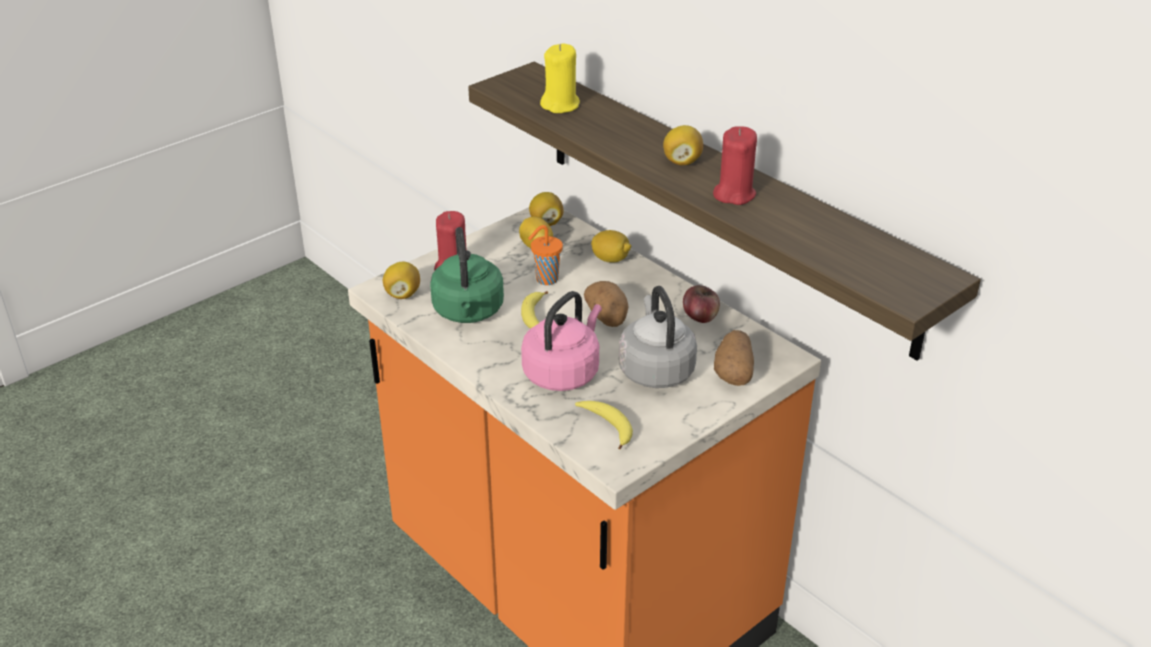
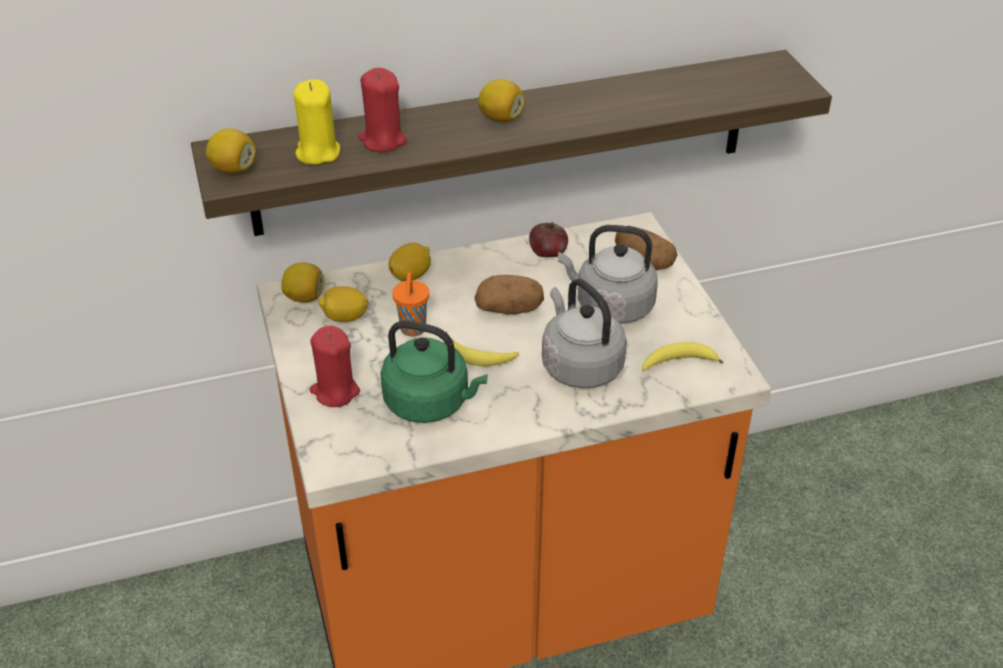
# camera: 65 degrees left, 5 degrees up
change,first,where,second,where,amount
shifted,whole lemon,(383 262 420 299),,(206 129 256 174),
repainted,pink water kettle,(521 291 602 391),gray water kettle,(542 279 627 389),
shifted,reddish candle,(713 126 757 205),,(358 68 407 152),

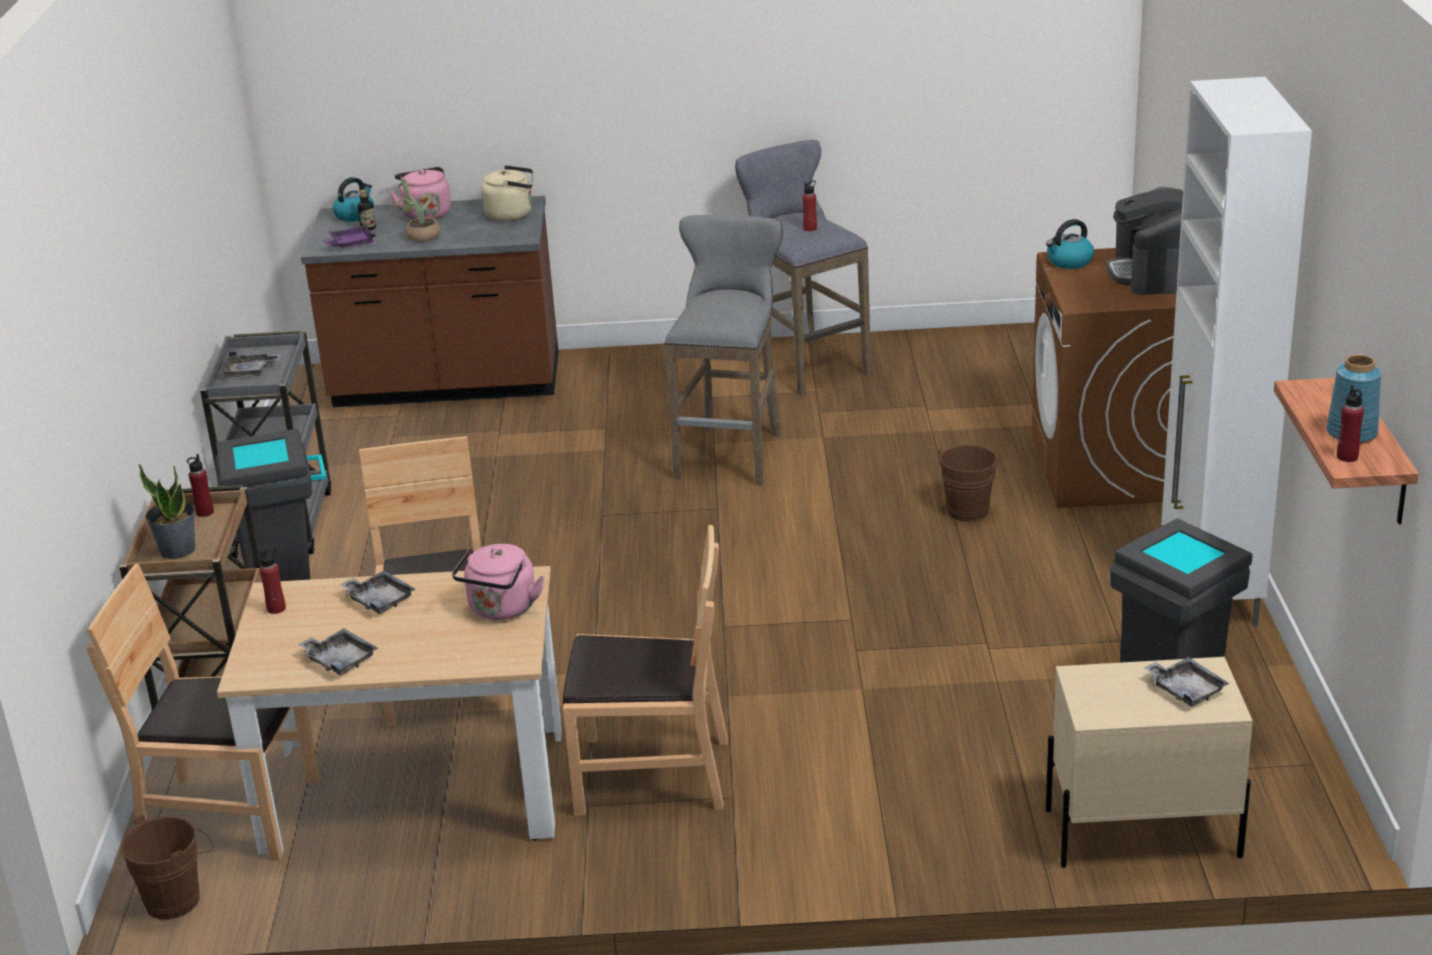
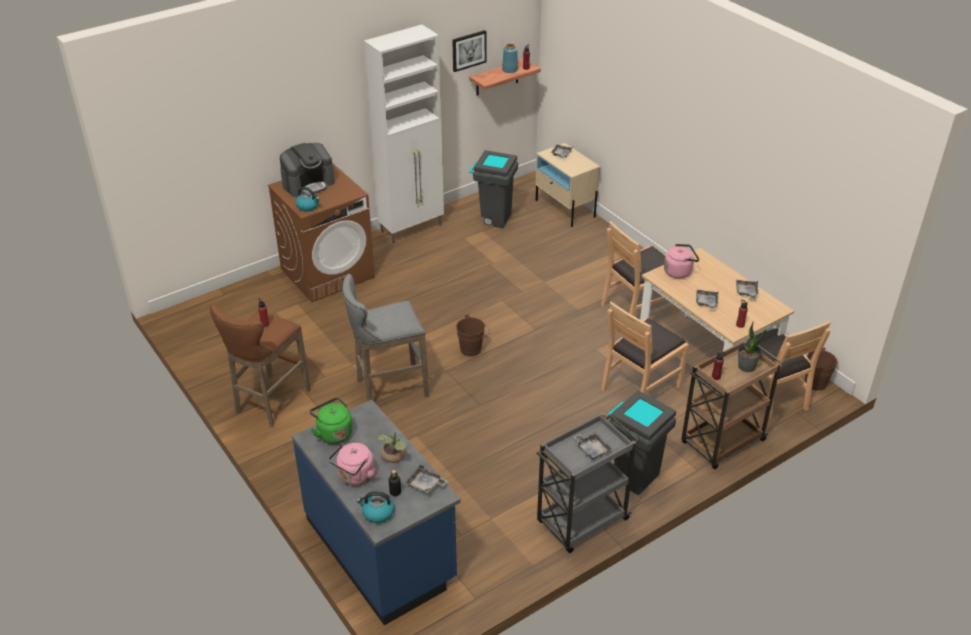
# camera: 125 degrees left, 10 degrees up
change,first,where,second,where,amount
repainted,brown-coloured counter,(301 196 558 407),blue-coloured counter,(292 399 461 625),
repainted,purplish serving tray,(324 225 376 248),gray serving tray,(405 465 448 494),
repainted,sand-coloured water kettle,(482 165 533 221),green water kettle,(309 397 353 444),
rotated,brown-coloured chair,(563 525 728 816),,(601 221 677 316),90 degrees counterclockwise
repainted,gray sitting stool,(735 140 871 396),brown-coloured sitting stool,(210 305 311 427),
shifted,brown-coloured pail,(936 444 1000 522),,(456 314 490 357),
new,,,picture,(452 30 487 72),

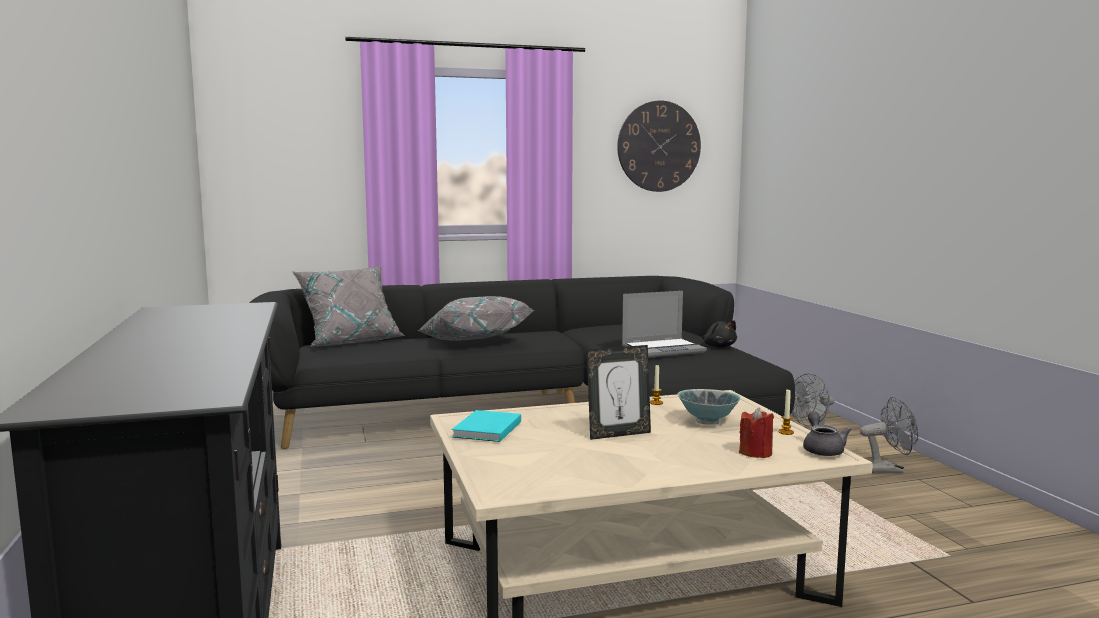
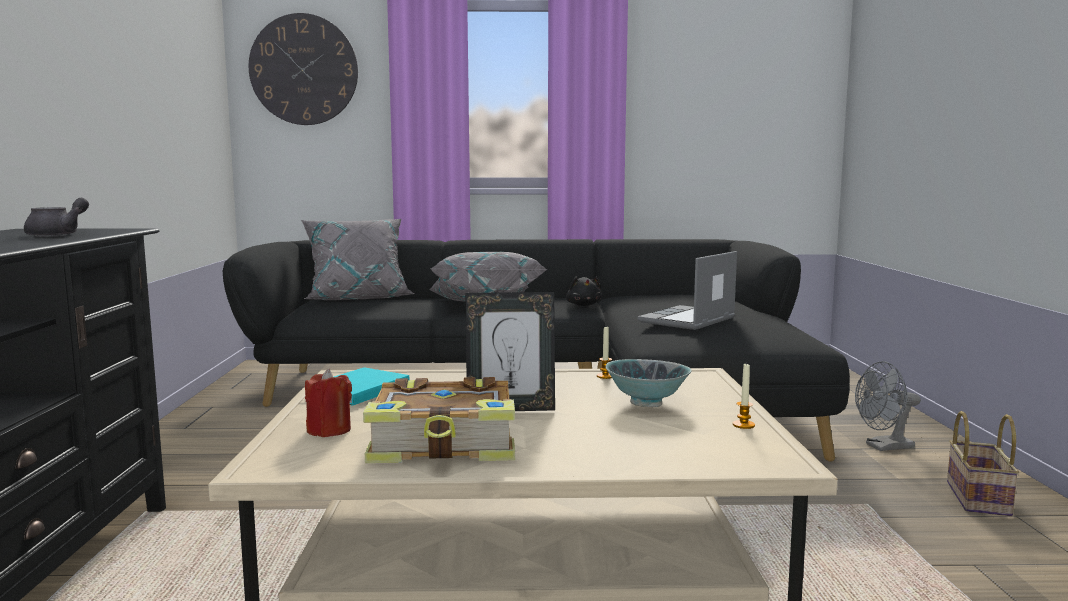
# camera: 15 degrees right, 0 degrees up
change,first,where,second,where,amount
shifted,clock on the wall,(617 101 701 192),,(249 13 358 125),
rotated,laptop,(622 291 707 358),,(638 251 737 330),135 degrees clockwise
shifted,blackish soft toy,(702 320 737 348),,(566 277 601 306),
shifted,reddish candle,(739 407 774 458),,(305 369 352 437),
shifted,gray teapot,(803 411 851 456),,(24 198 89 237),
swapped,gray cooling fan,(860 397 918 473),household basket,(947 411 1019 516),
new,,,volume,(363 377 515 463),

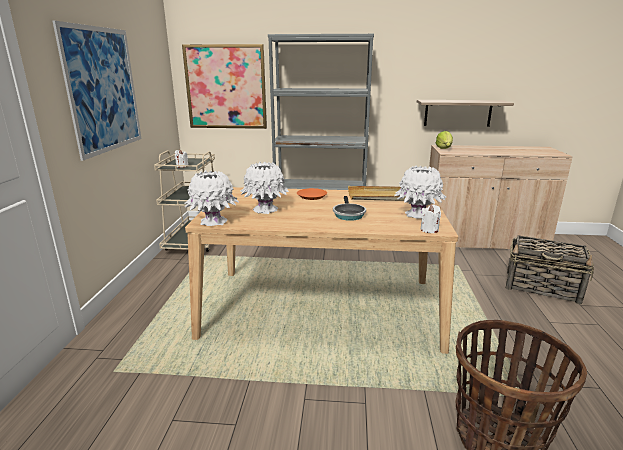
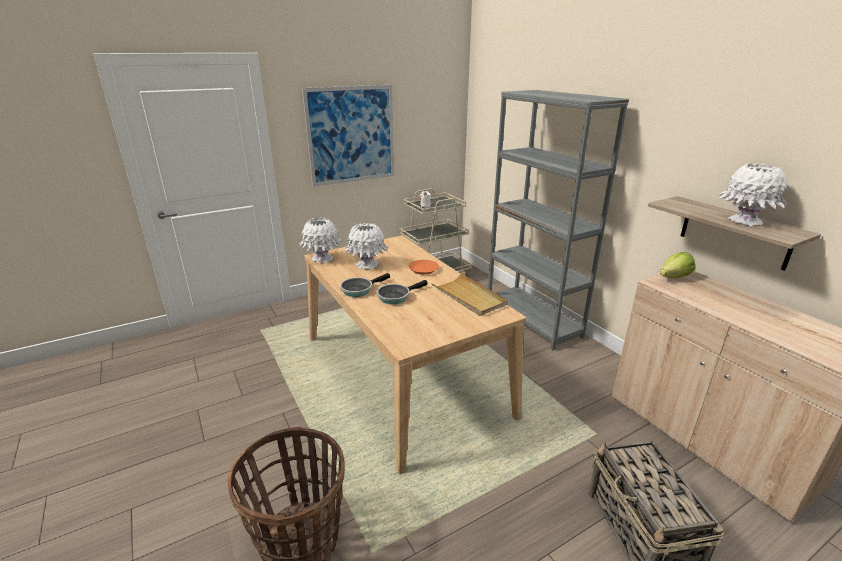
# camera: 55 degrees right, 5 degrees up
change,first,where,second,where,amount
gone,picture,(182 44 267 129),,,
shifted,white-coloured decorative vase,(394 165 446 219),,(718 163 787 226),
gone,white-coloured candle,(420 205 441 233),,,
new,,,pan,(340 273 390 297),

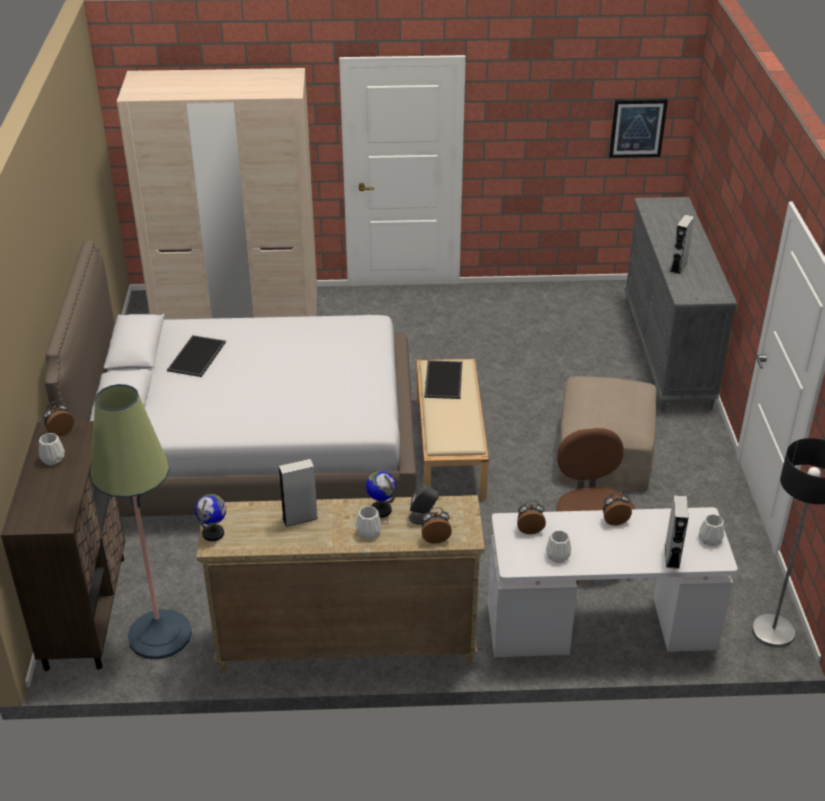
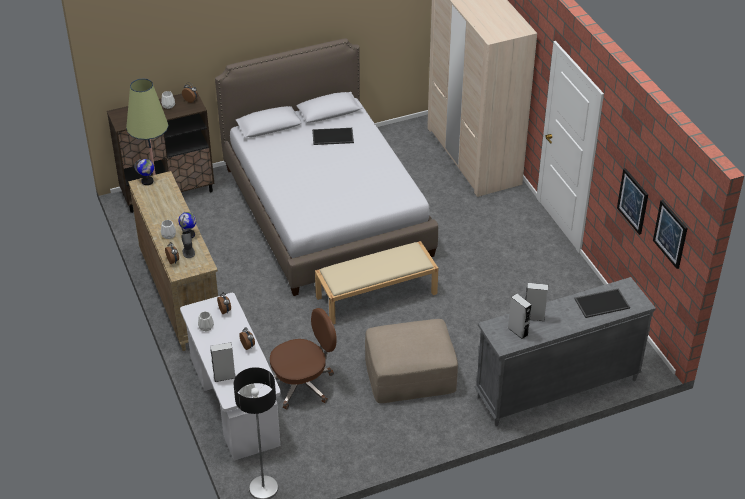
# camera: 70 degrees right, 5 degrees up
change,first,where,second,where,amount
shifted,gray loudspeaker,(279 459 318 527),,(508 294 532 340),
shifted,serving tray,(424 360 462 399),,(574 288 630 318),
new,,,picture,(617 168 648 235),

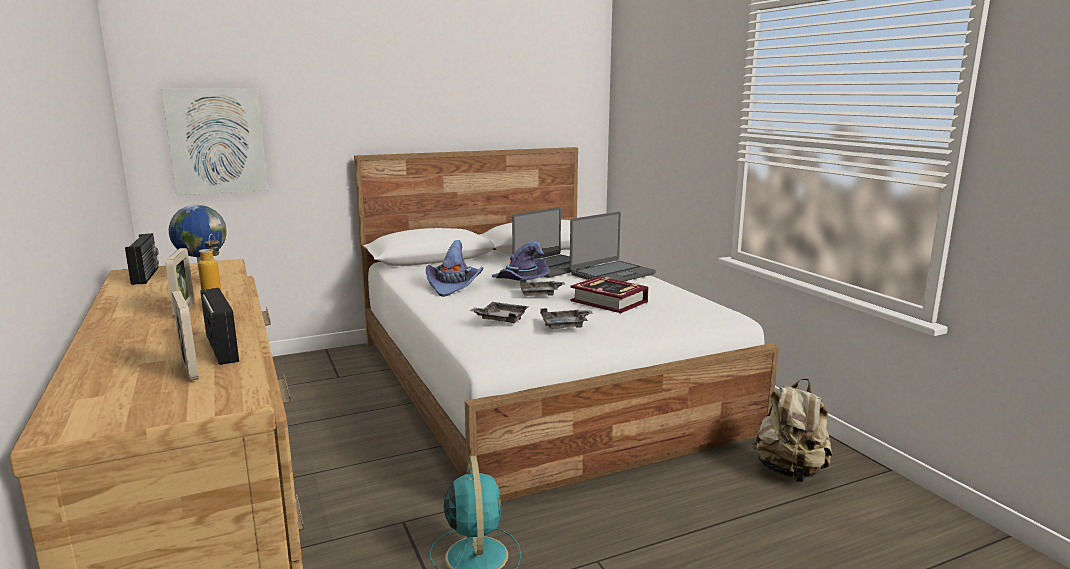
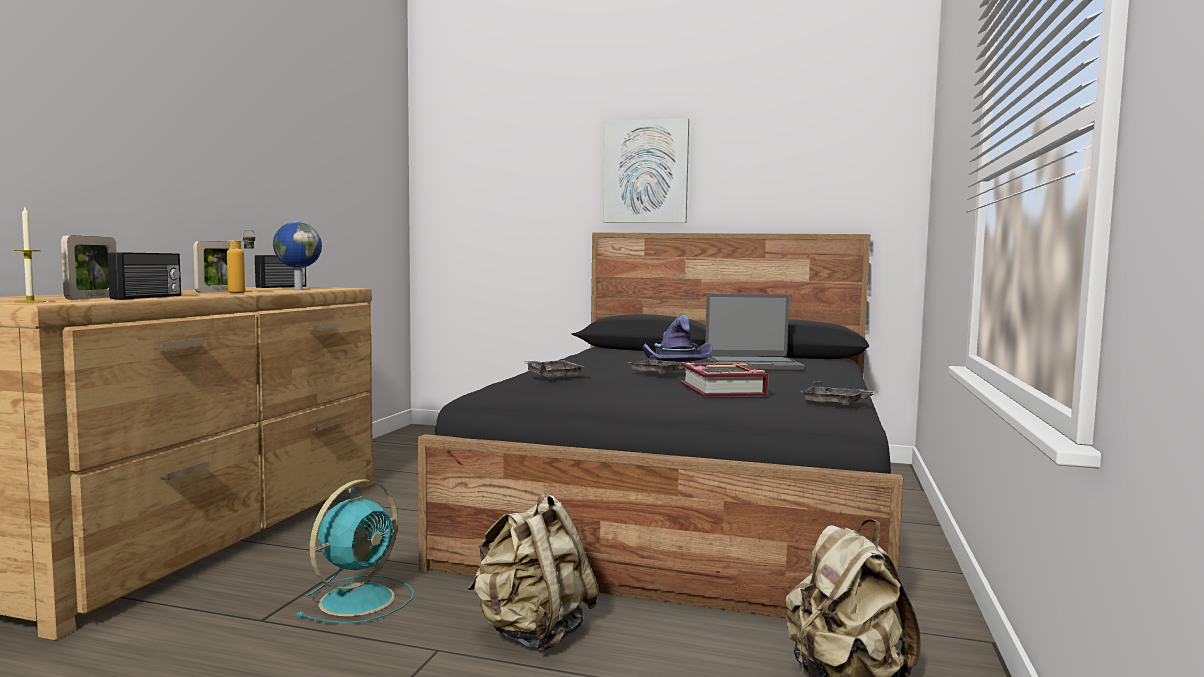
# camera: 40 degrees right, 10 degrees down
change,first,where,second,where,amount
shifted,picture,(161 89 268 195),,(603 118 689 223),
repainted,white-coloured bedroom bed,(354 147 779 502),blackish bedroom bed,(418 232 903 618),
gone,purplish clothing hat,(426 240 484 297),,,
shifted,gray serving tray,(540 308 593 329),,(800 381 878 405),
gone,laptop,(570 212 656 282),,,
new,,,candle,(14 207 46 303),
new,,,sand-coloured backpack,(468 493 599 652),

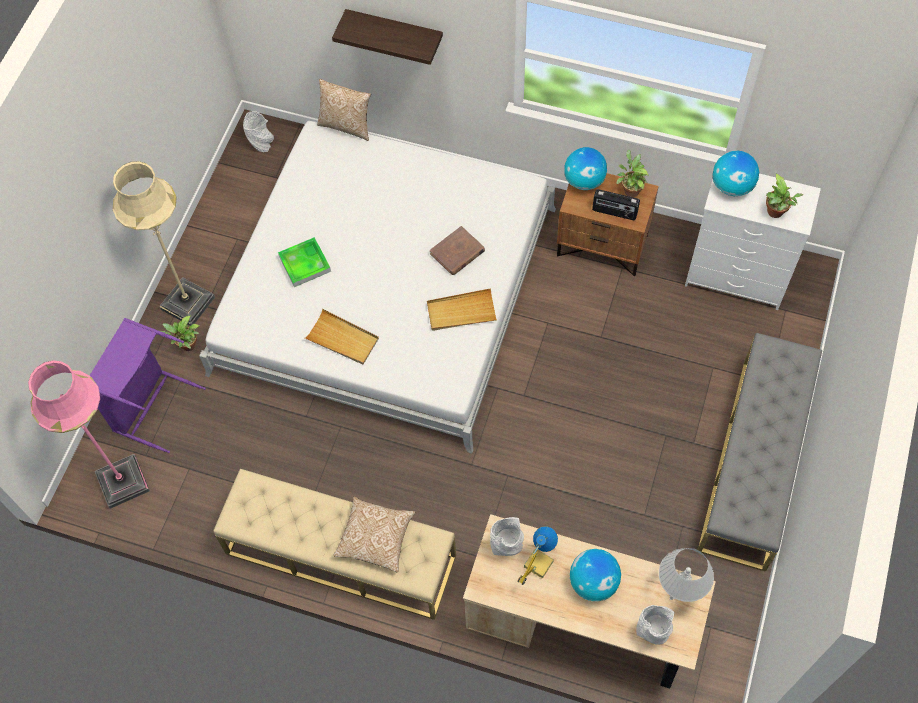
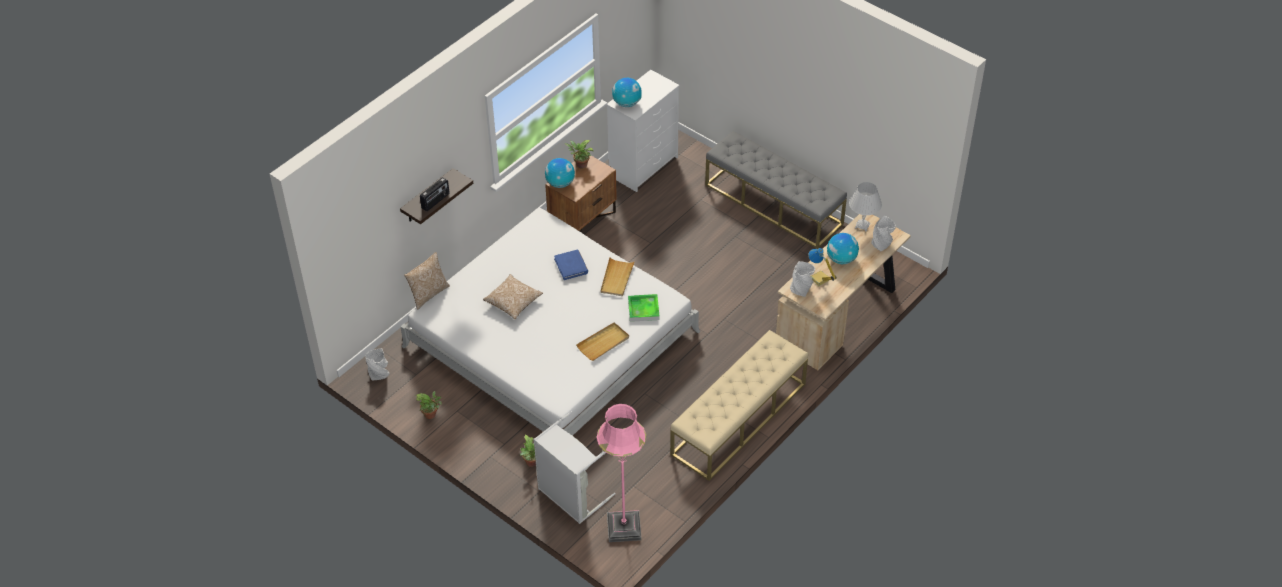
# camera: 70 degrees left, 15 degrees down
change,first,where,second,where,amount
repainted,purplish hamper,(90 318 206 453),gray hamper,(534 411 616 524),
gone,sand-coloured standing lamp,(113 161 215 326),,,
shifted,serving tray,(278 237 331 287),,(628 294 660 322),
shifted,cushion,(334 497 415 573),,(483 274 543 319),
repainted,brown-coloured volume,(430 226 485 275),blue-coloured volume,(554 250 588 280),
shifted,radio set,(592 189 640 220),,(420 177 450 211),
shifted,potted plant,(766 174 803 218),,(415 391 442 419),

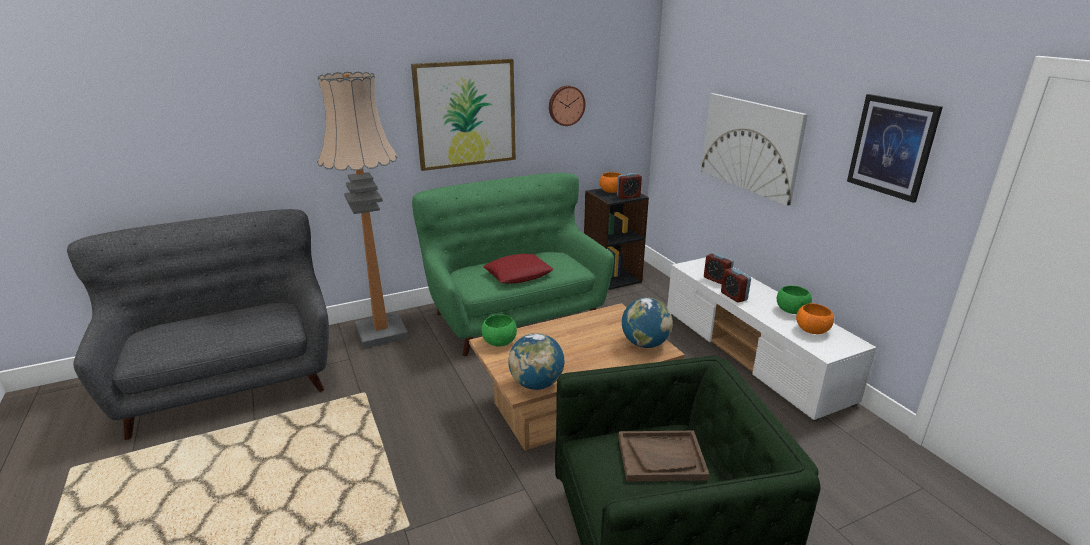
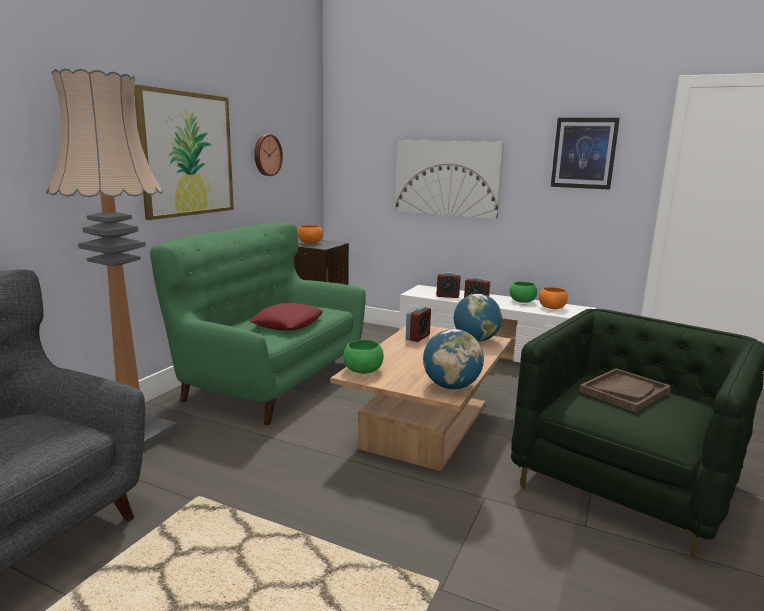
# camera: 40 degrees left, 10 degrees down
change,first,where,second,where,amount
shifted,table clock,(617 173 642 199),,(406 306 431 342),

